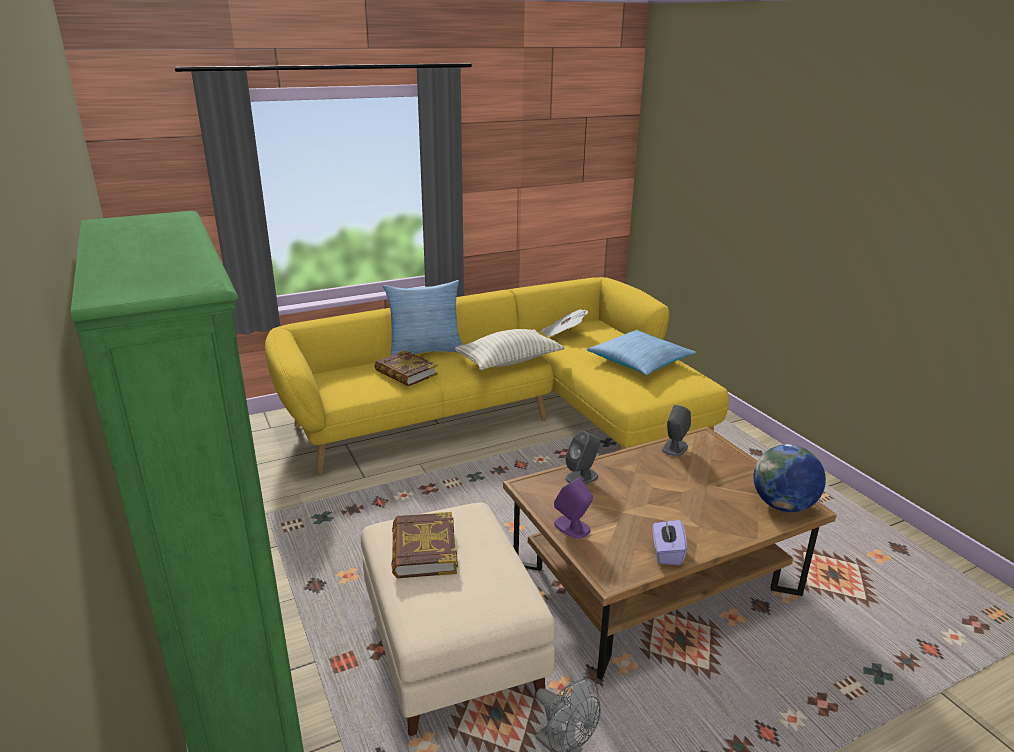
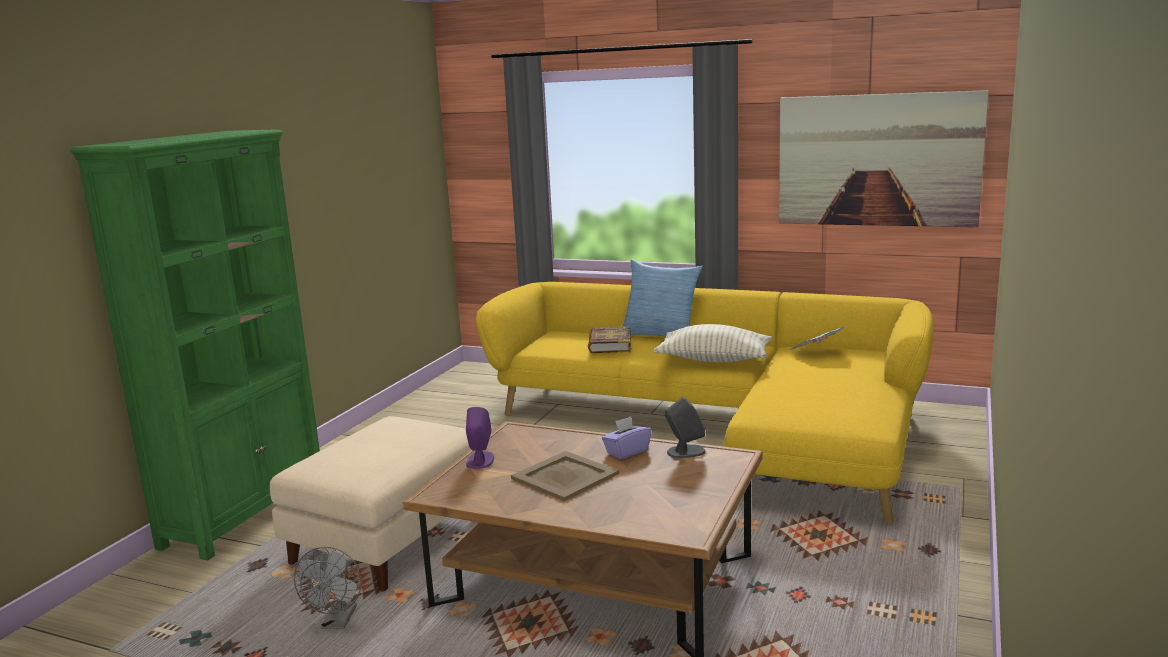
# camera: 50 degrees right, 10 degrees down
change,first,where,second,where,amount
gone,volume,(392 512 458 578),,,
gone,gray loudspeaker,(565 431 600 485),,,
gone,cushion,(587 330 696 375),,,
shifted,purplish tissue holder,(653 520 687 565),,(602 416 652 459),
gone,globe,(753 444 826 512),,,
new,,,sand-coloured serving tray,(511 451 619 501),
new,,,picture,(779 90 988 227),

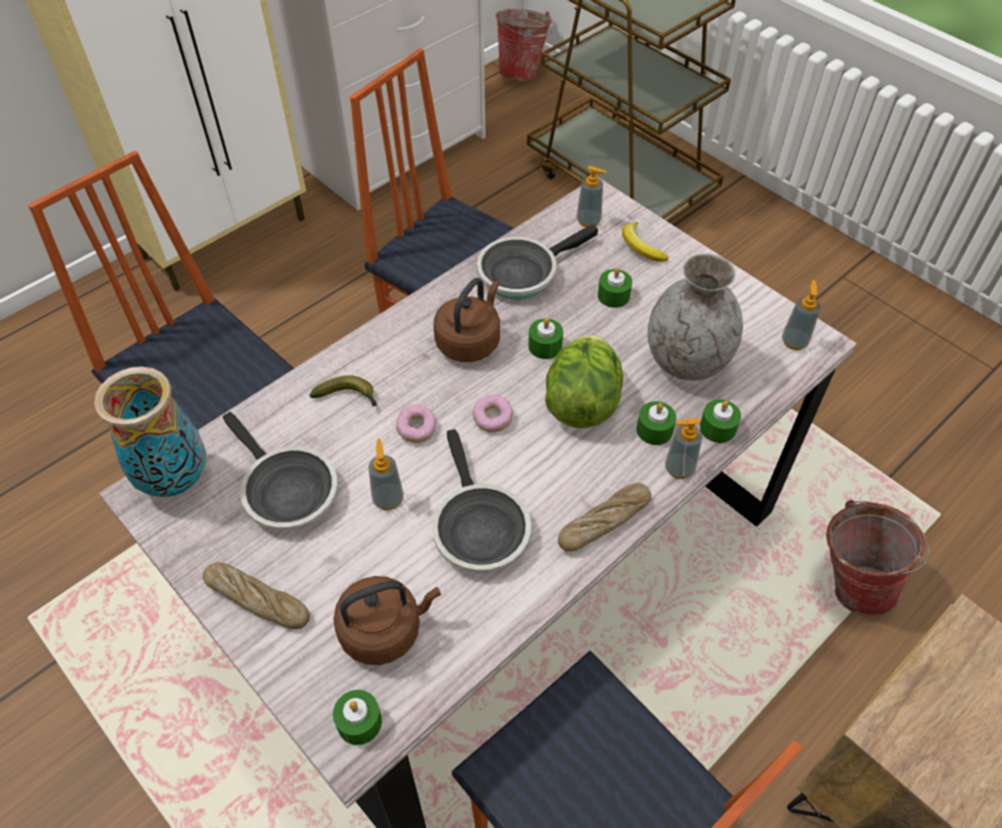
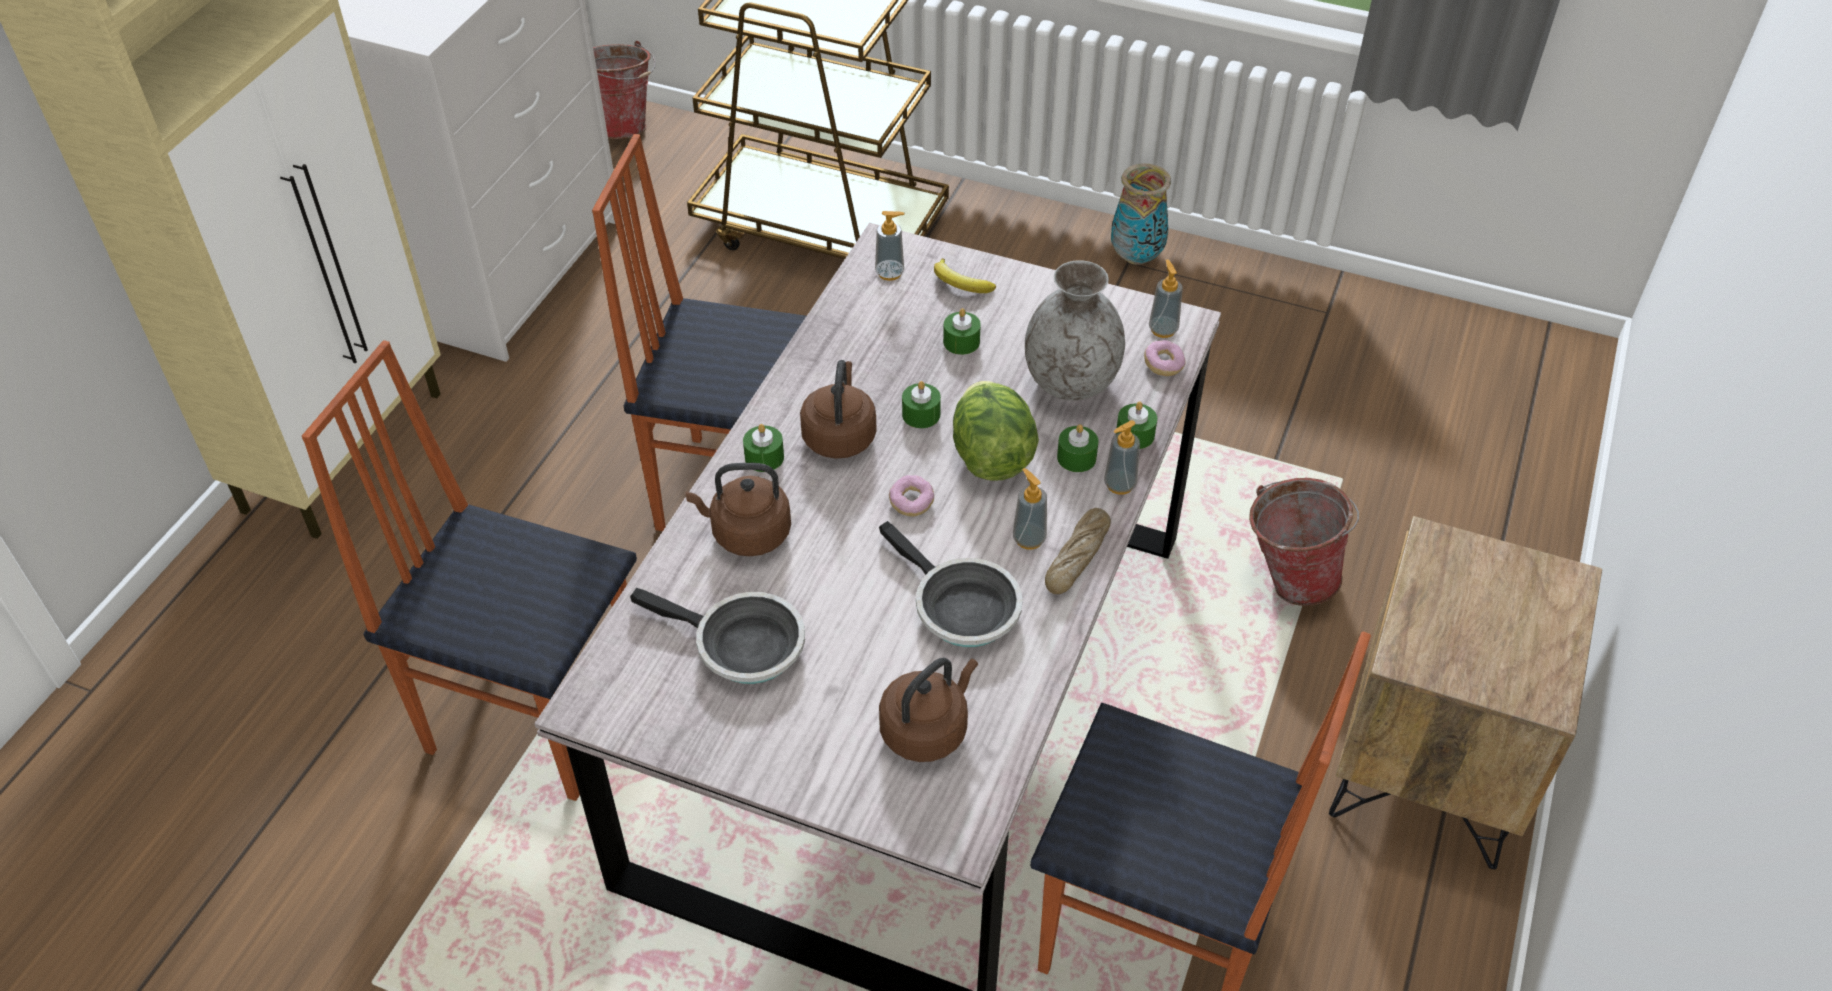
# camera: 25 degrees left, 5 degrees down
change,first,where,second,where,amount
shifted,decorative vase,(94 366 206 497),,(1111 164 1171 265),
gone,baked bread,(203 562 310 629),,,
swapped,whole banana,(310 375 377 406),brown-coloured water kettle,(686 463 791 557),
shifted,green candle,(333 690 382 745),,(743 424 784 472),
shifted,liquid soap bottle,(368 439 404 510),,(1013 468 1047 549),
shifted,doughnut,(396 405 436 443),,(1144 340 1185 376),
gone,pan,(477 224 598 299),,,

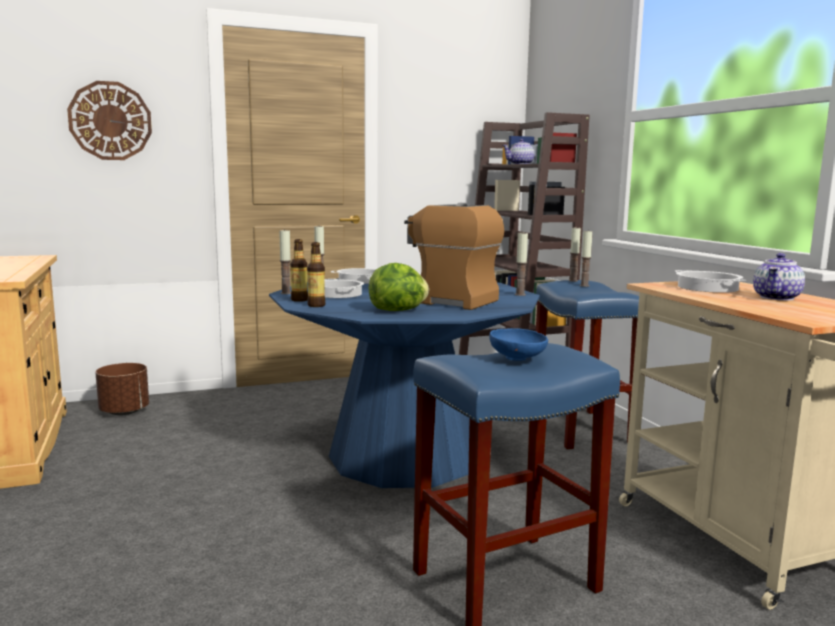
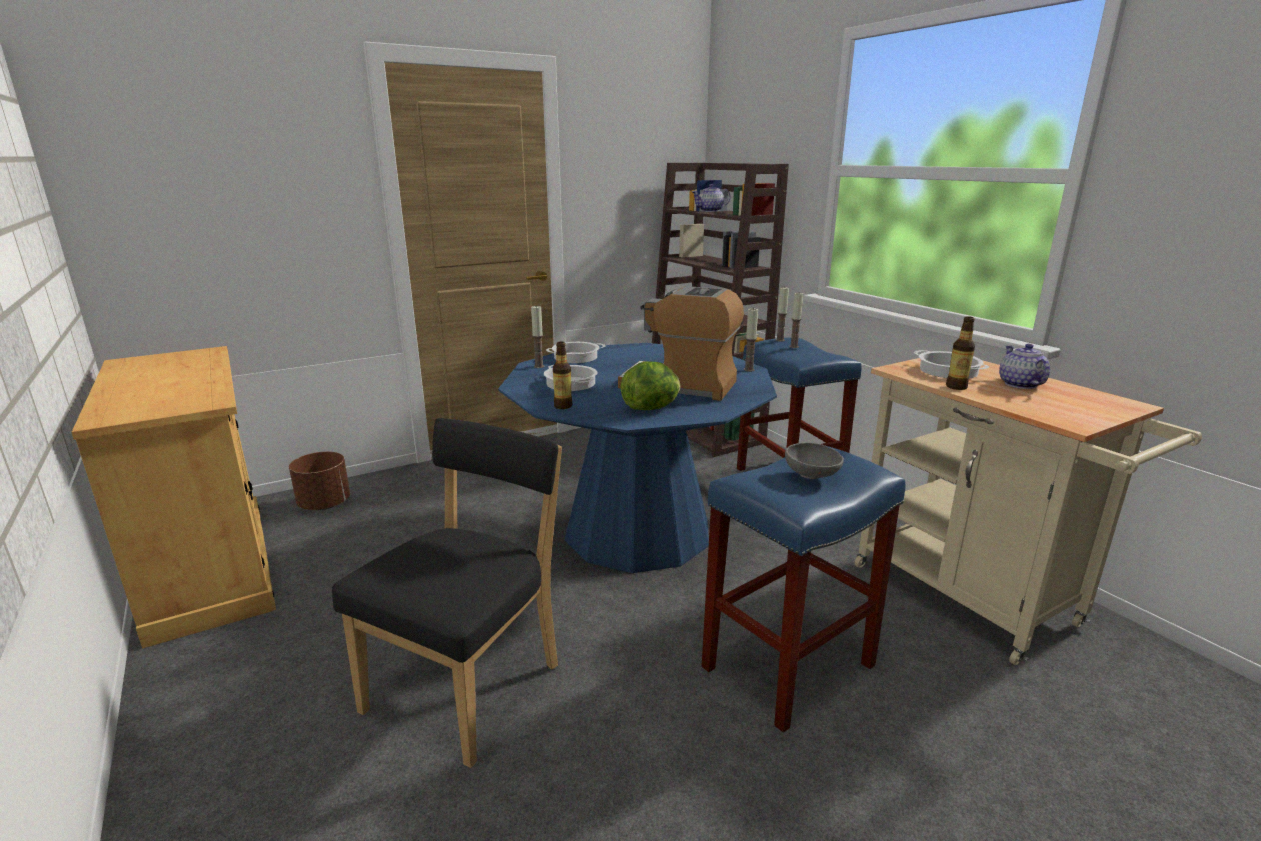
# camera: 10 degrees left, 10 degrees up
change,first,where,second,where,amount
gone,clock on the wall,(67 81 152 160),,,
gone,candle,(279 229 291 294),,,
shifted,bottle,(290 239 308 302),,(946 316 975 390),
repainted,blue-coloured bowl,(489 328 548 361),gray bowl,(785 442 844 479),
rotated,teapot,(753 253 805 301),,(999 344 1050 389),150 degrees clockwise
new,,,blackish chair,(332 418 562 768),

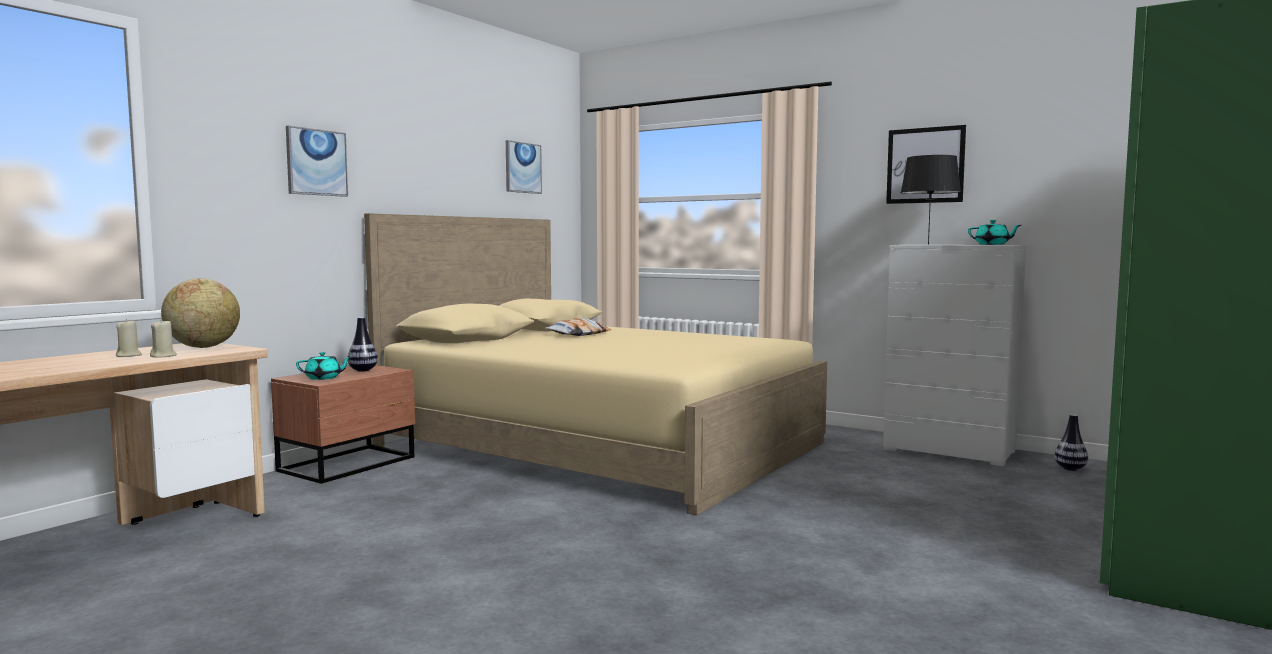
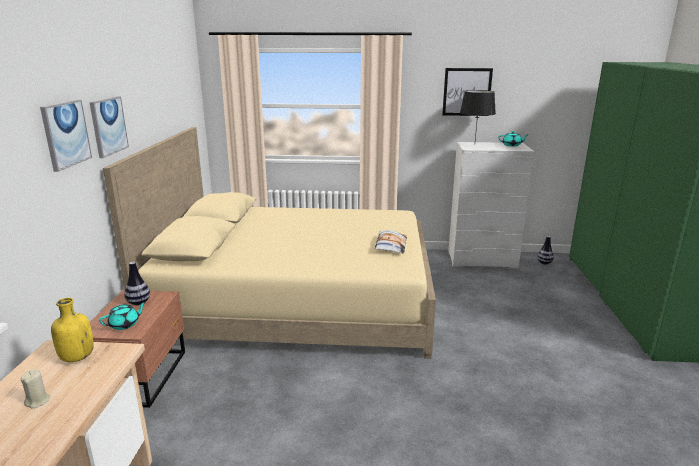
# camera: 30 degrees left, 15 degrees up
change,first,where,second,where,amount
gone,sand-coloured candle,(150 319 177 358),,,
swapped,globe,(161 278 240 348),yellowish bottle,(51 298 94 362),
shifted,picture,(506 140 542 194),,(89 96 129 158),
shifted,cushion,(545 318 611 336),,(375 230 407 253),

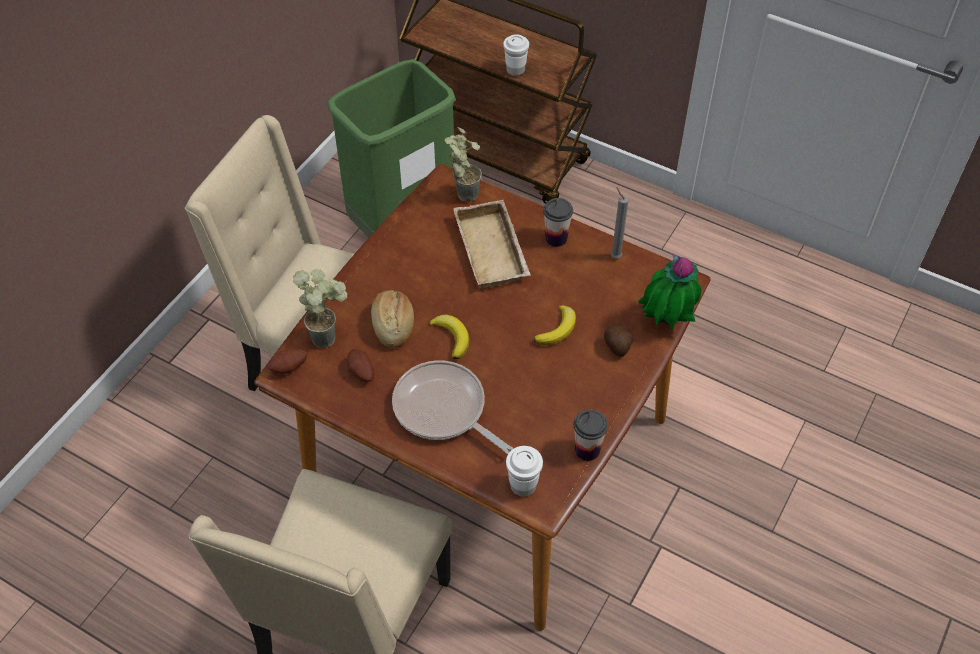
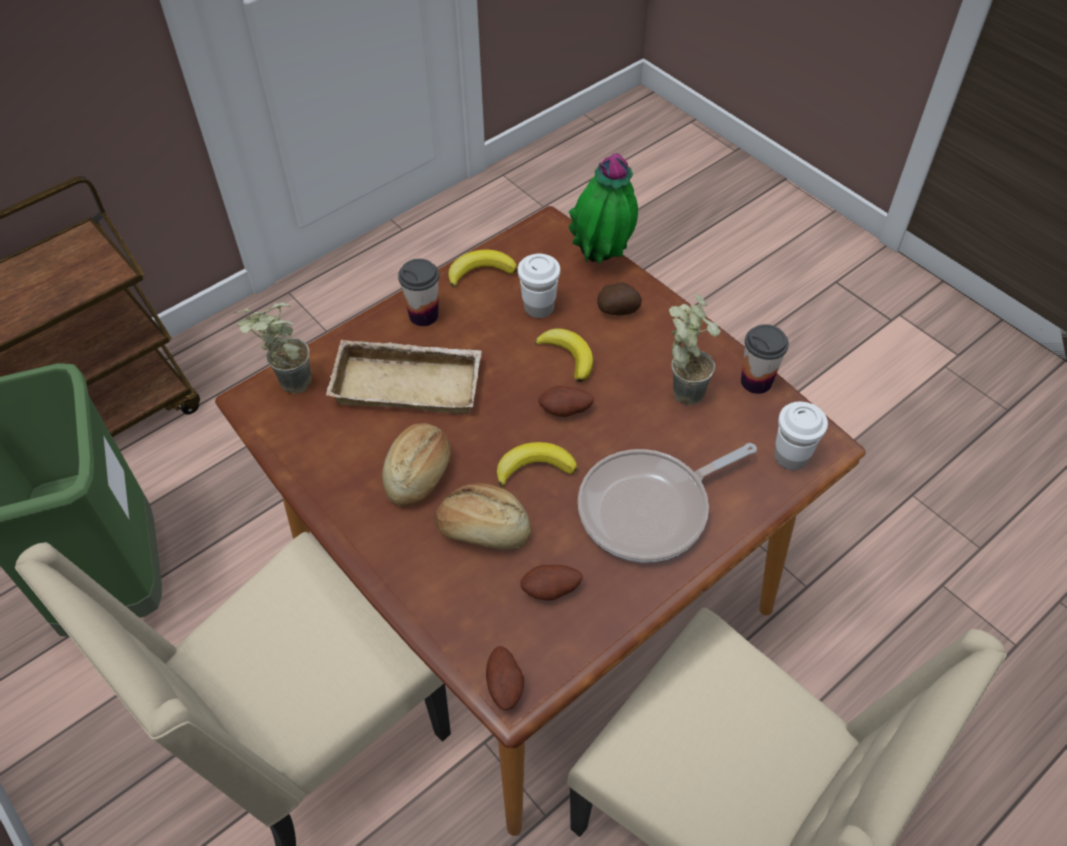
# camera: 70 degrees left, 0 degrees up
change,first,where,second,where,amount
shifted,potted plant,(293 269 347 348),,(669 294 720 405),
shifted,white-coloured drinking cup,(503 34 529 76),,(518 253 560 318),
swapped,gray candle,(611 187 628 258),whole banana,(448 250 517 288),
new,,,baked bread,(382 423 451 507),
new,,,potato,(538 386 594 417),

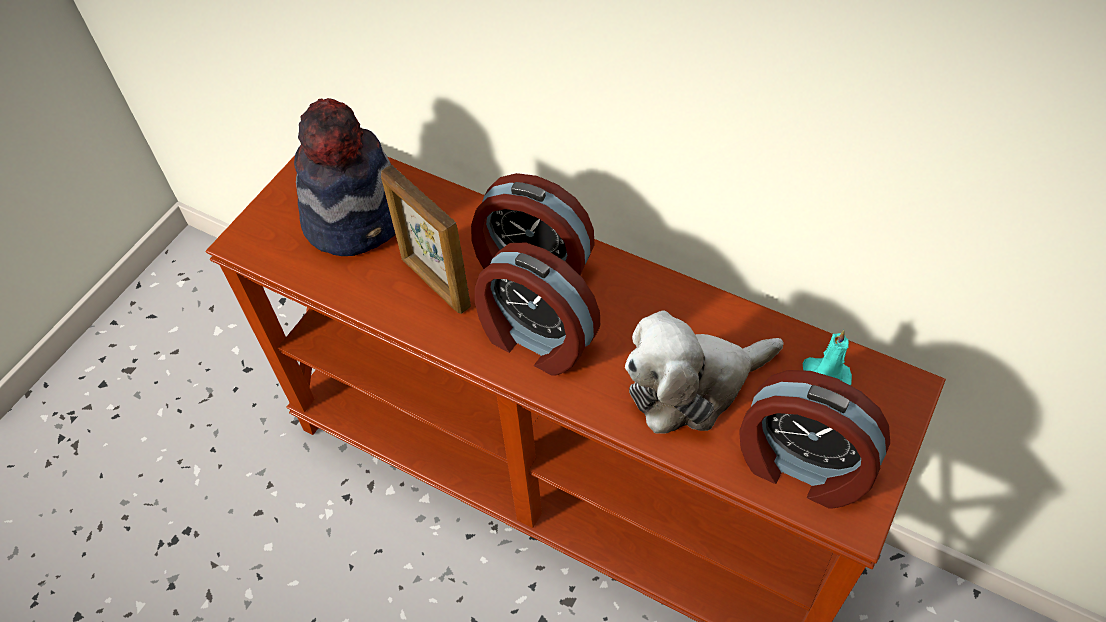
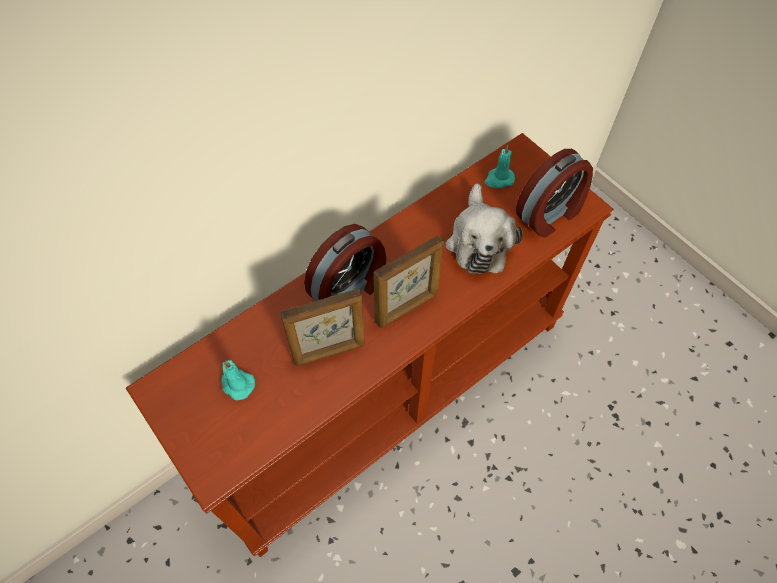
# camera: 70 degrees left, 5 degrees up
change,first,where,second,where,amount
swapped,clothing hat,(294 98 396 256),blue-green candle,(221 360 255 400),
swapped,table clock,(475 243 600 376),standing frame,(373 235 444 328),

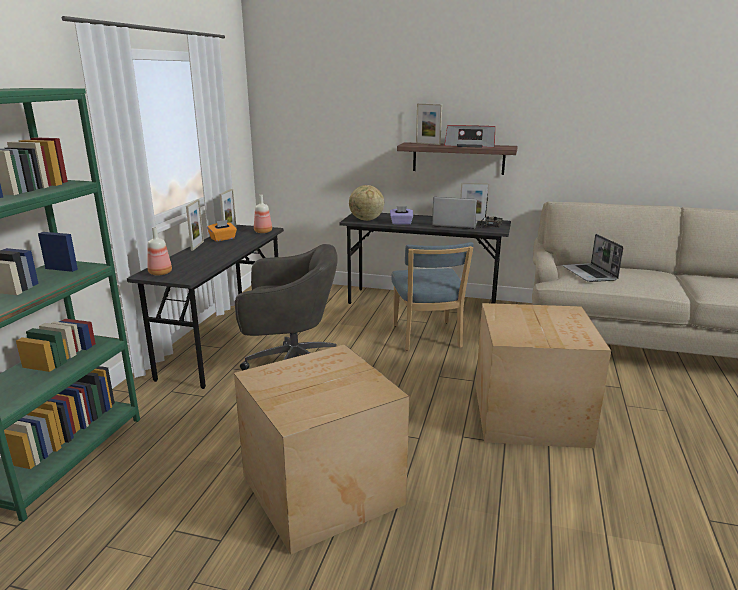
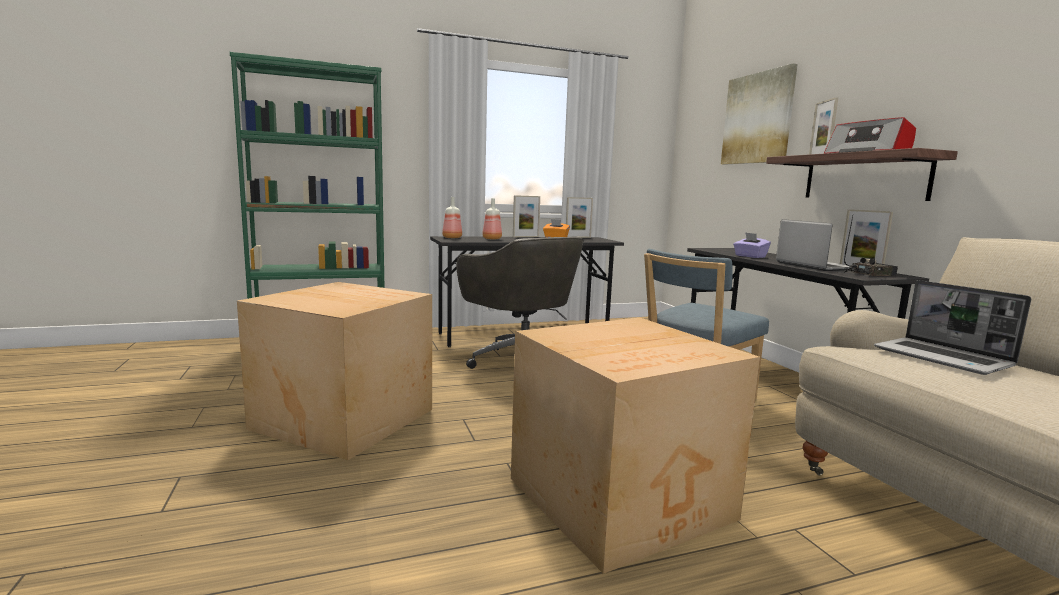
# camera: 55 degrees right, 10 degrees down
change,first,where,second,where,amount
shifted,bottle,(254 195 272 233),,(482 198 502 240),
gone,globe,(349 185 384 221),,,
rotated,laptop,(562 234 623 282),,(874 280 1031 375),75 degrees counterclockwise
new,,,picture,(721 63 798 165),

